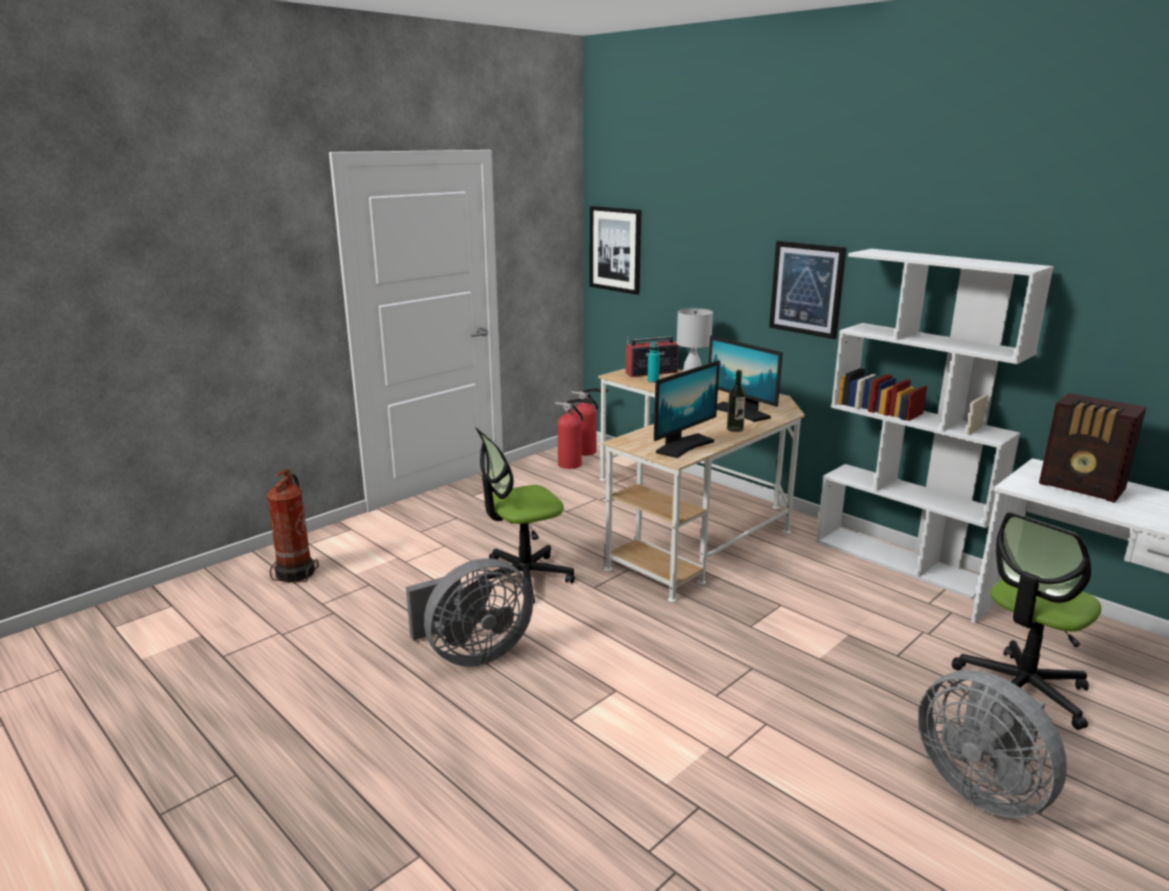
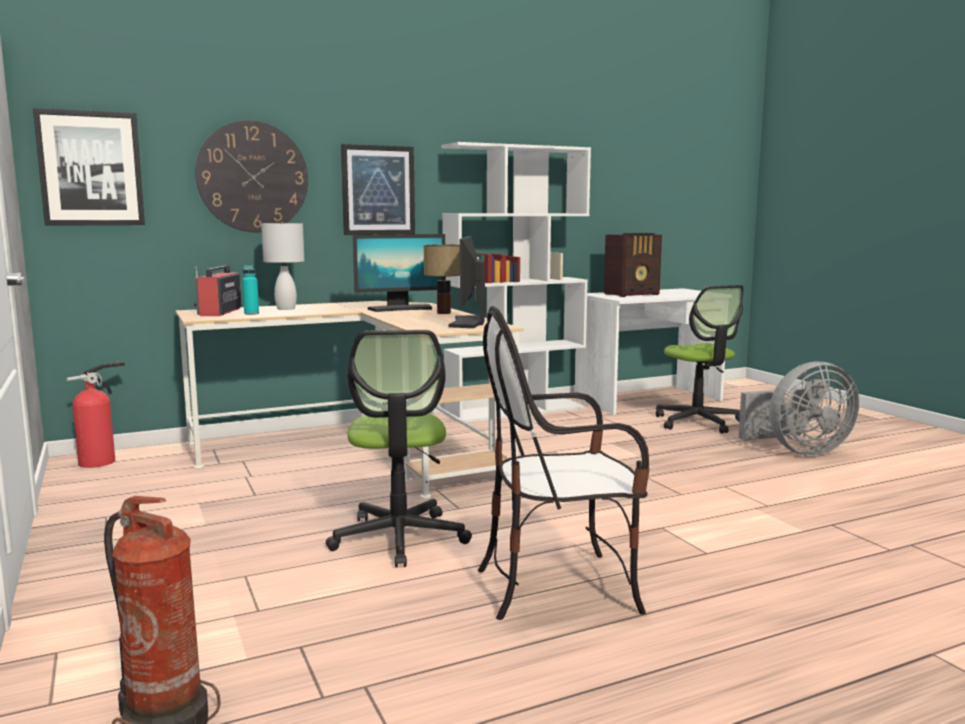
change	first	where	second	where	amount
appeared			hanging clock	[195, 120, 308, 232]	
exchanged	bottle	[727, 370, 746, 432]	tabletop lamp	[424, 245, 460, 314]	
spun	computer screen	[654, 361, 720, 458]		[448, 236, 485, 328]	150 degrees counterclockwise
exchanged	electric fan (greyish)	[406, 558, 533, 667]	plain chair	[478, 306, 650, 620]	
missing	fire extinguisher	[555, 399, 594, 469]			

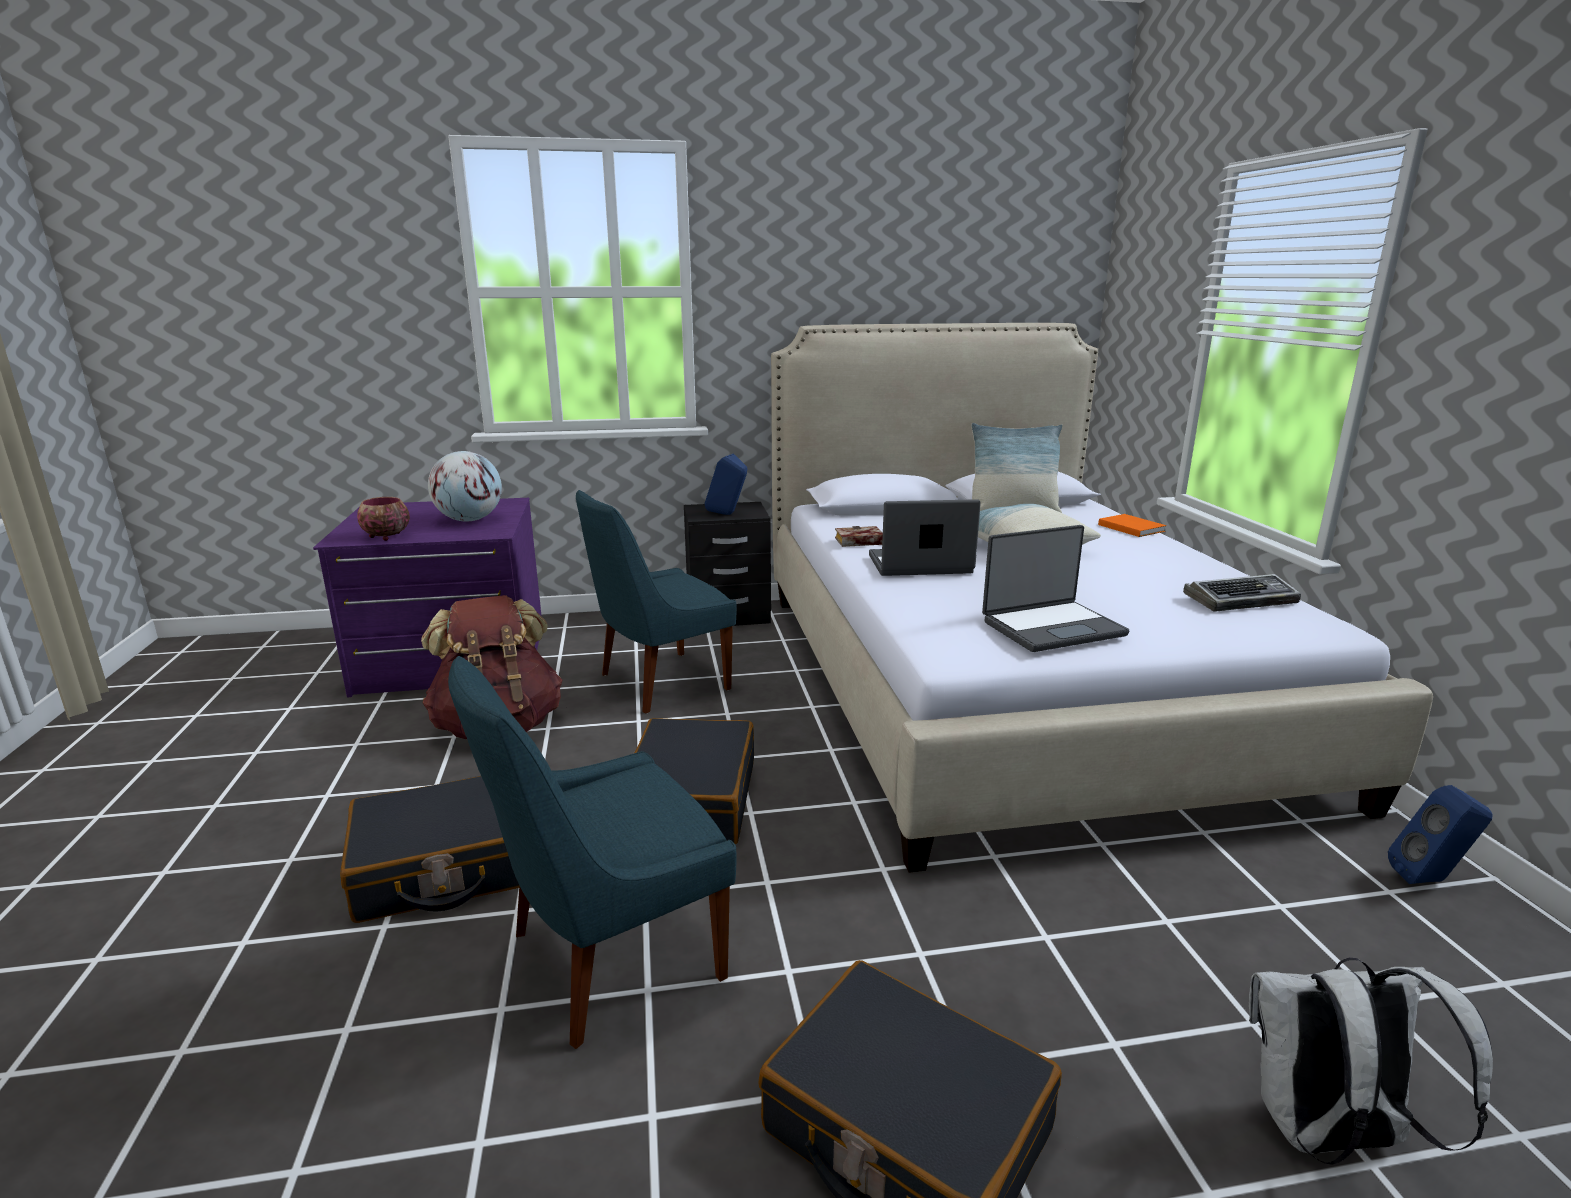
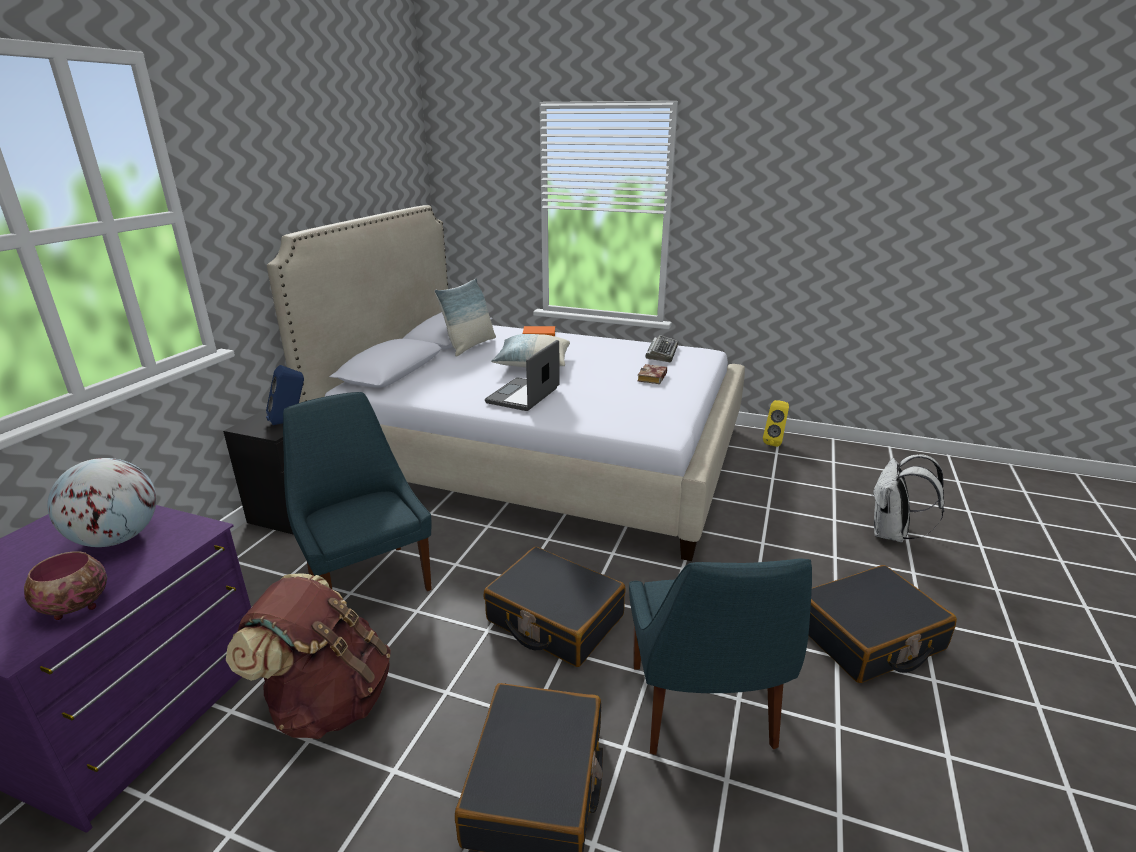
change	first	where	second	where	amount
spun	plain chair (blue-coloured)	[576, 490, 737, 714]		[283, 392, 432, 591]	150 degrees clockwise
relocated	volume	[835, 526, 883, 547]		[637, 364, 667, 384]	
colour	loudspeaker (blue-coloured)	[1388, 785, 1493, 884]	loudspeaker (yellow)	[763, 400, 789, 447]	
missing	laptop	[982, 525, 1130, 652]			

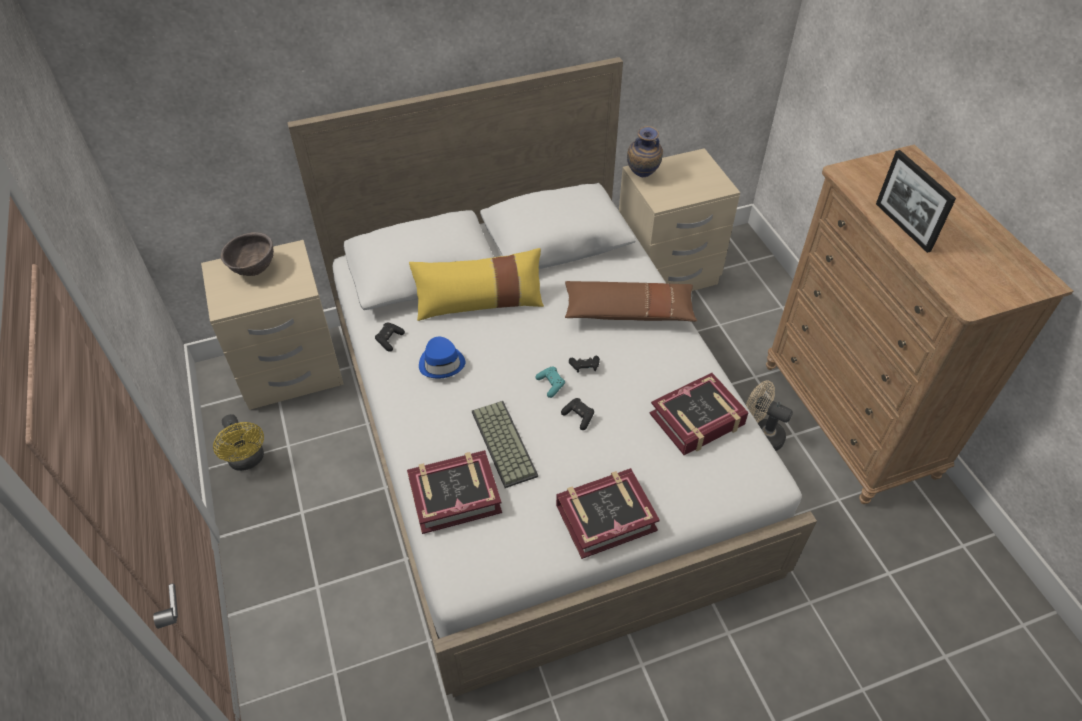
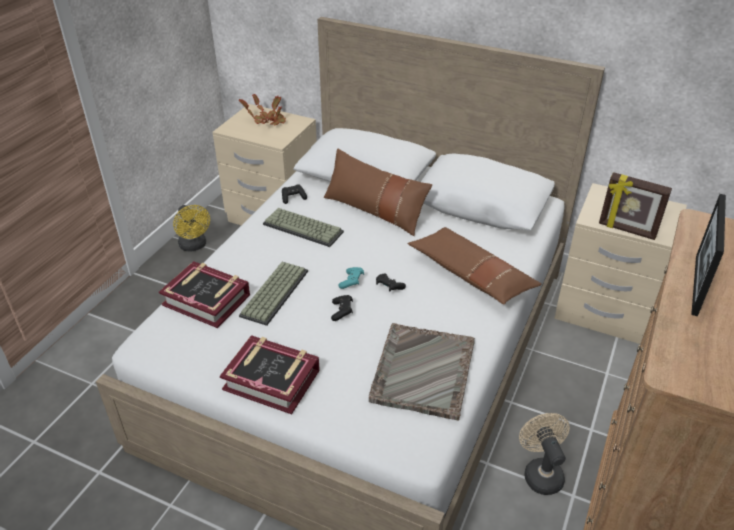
change	first	where	second	where	amount
spun	electric fan (yellow)	[213, 414, 264, 471]		[173, 205, 210, 251]	45 degrees counterclockwise
exchanged	bowl (brown-coloured)	[221, 232, 274, 276]	houseplant	[239, 94, 286, 126]	
exchanged	hat (blue-coloured)	[419, 337, 465, 379]	computer keyboard	[263, 208, 344, 247]	
colour	throw pillow (yellow)	[409, 248, 544, 321]	throw pillow (brown-coloured)	[324, 149, 432, 236]	
exchanged	volume	[649, 373, 749, 455]	serving tray (greyish)	[369, 323, 475, 420]	
appeared			photo frame	[599, 172, 672, 240]	
missing	flower vase	[627, 126, 663, 177]			

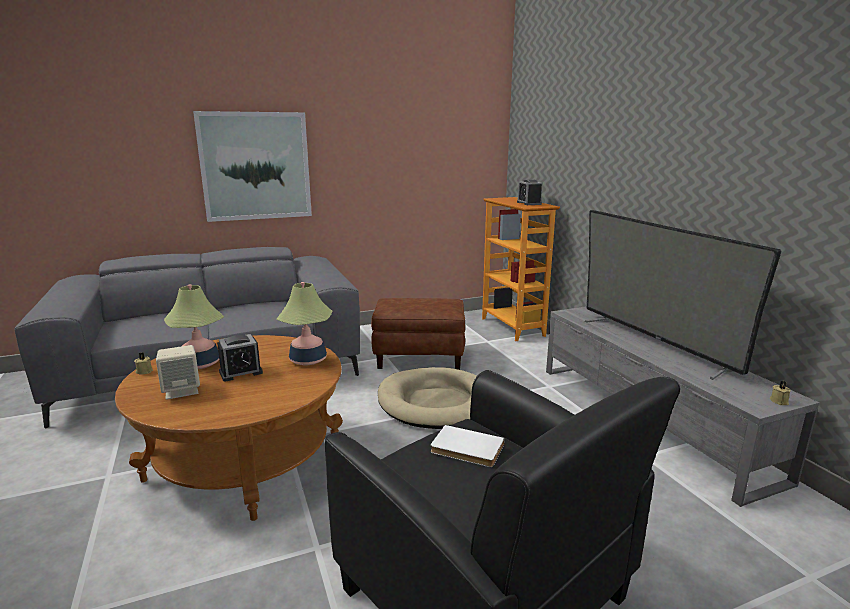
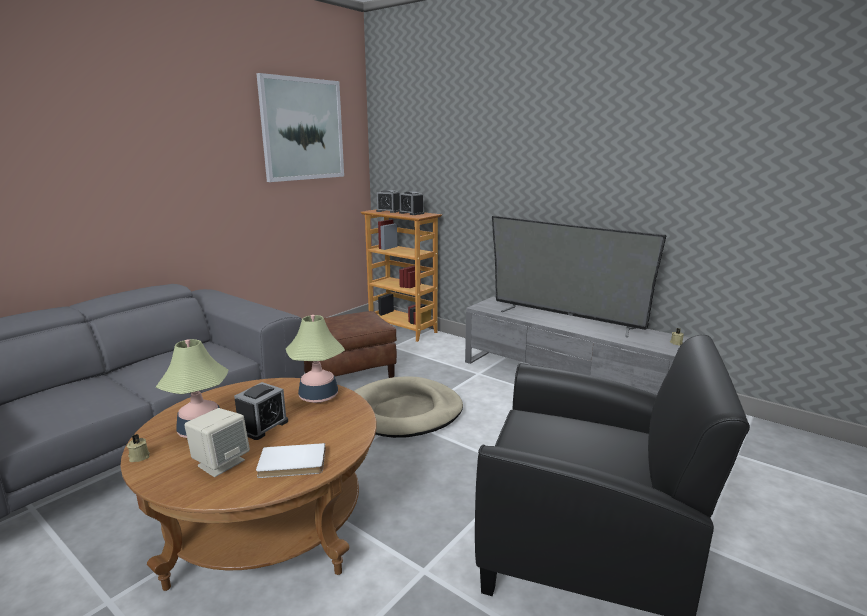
change	first	where	second	where	amount
relocated	picture	[193, 111, 312, 222]		[256, 73, 344, 182]	
relocated	volume (white-coloured)	[431, 425, 505, 467]		[256, 443, 326, 478]	
appeared			table clock	[376, 190, 400, 213]	

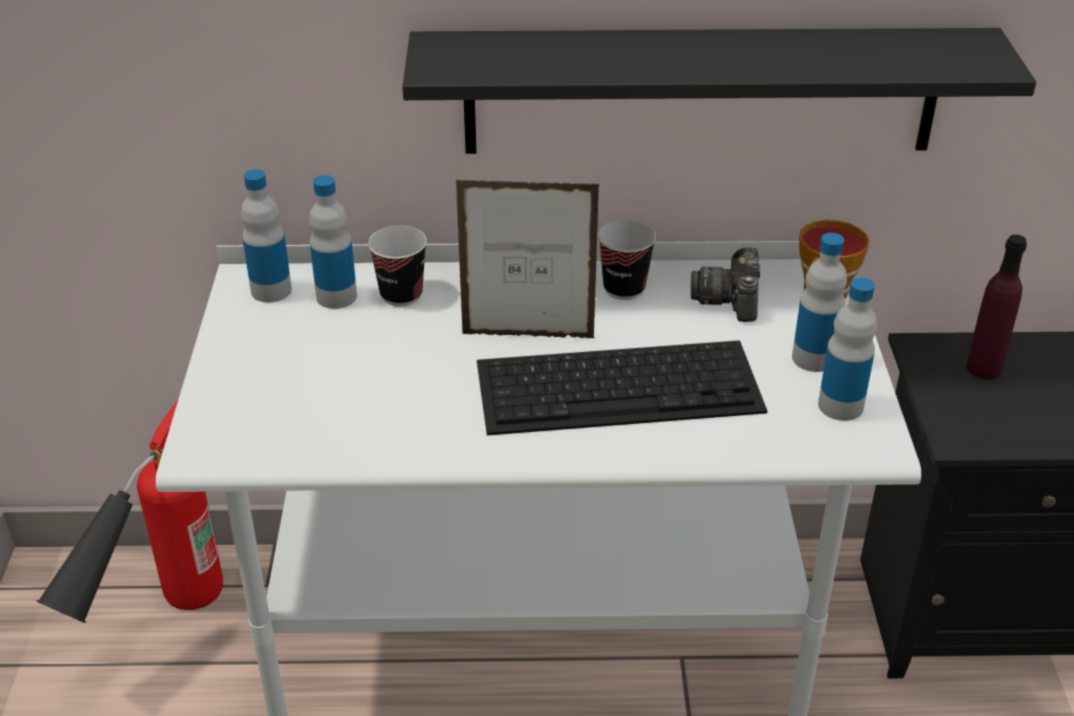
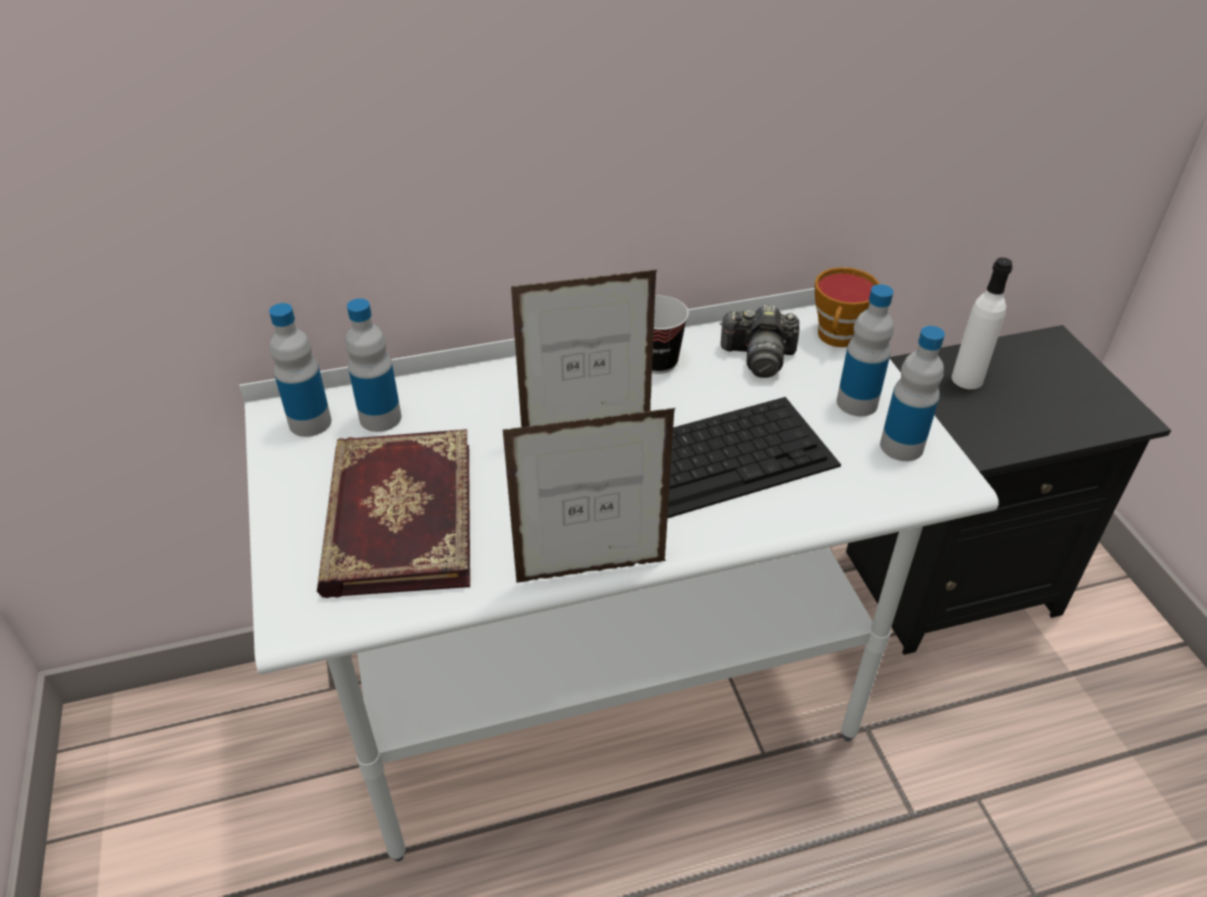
change	first	where	second	where	amount
appeared			volume	[317, 429, 470, 598]	
appeared			photo frame	[503, 408, 675, 583]	
spun	photo camera	[691, 248, 760, 322]		[720, 305, 799, 378]	75 degrees counterclockwise
colour	bottle (purple)	[966, 235, 1027, 380]	bottle (white-coloured)	[952, 257, 1013, 389]	
missing	fire extinguisher	[37, 398, 223, 623]			
missing	drinking cup	[368, 226, 427, 306]			
missing	shelf (black)	[402, 28, 1036, 154]			

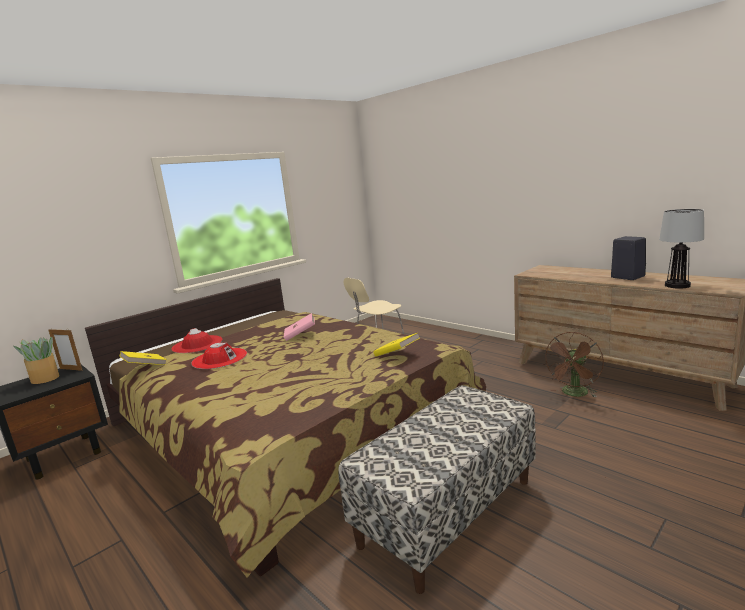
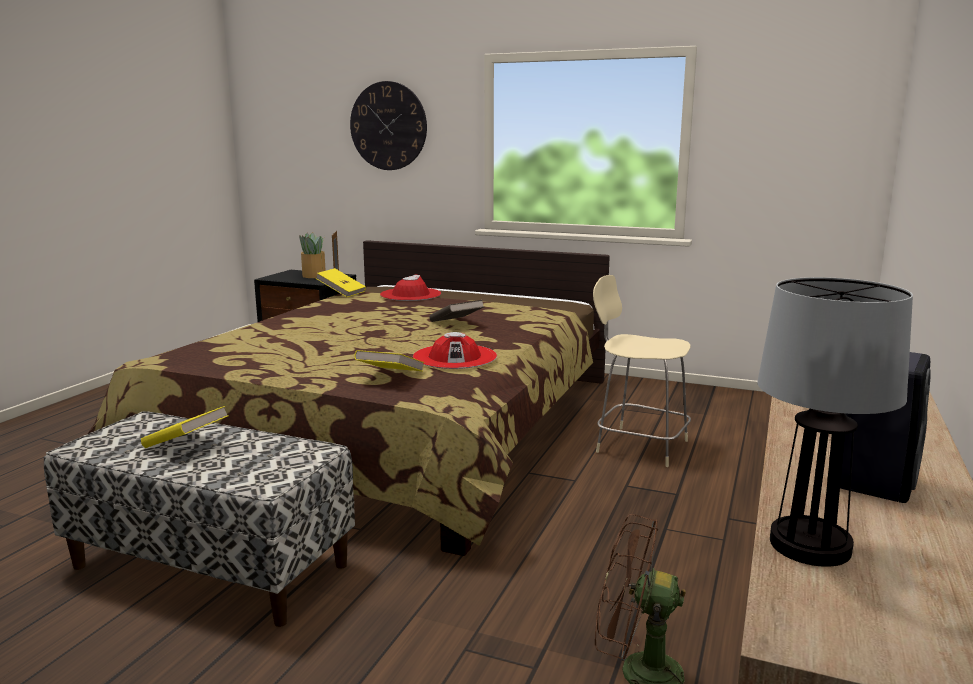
change	first	where	second	where	amount
appeared			volume (yellow)	[141, 406, 229, 448]	
appeared			hanging clock	[350, 81, 427, 170]	
relocated	hat (red)	[191, 343, 247, 369]		[413, 332, 497, 369]	
colour	volume (pinkish)	[284, 313, 315, 341]	volume (brown-coloured)	[429, 300, 484, 322]	

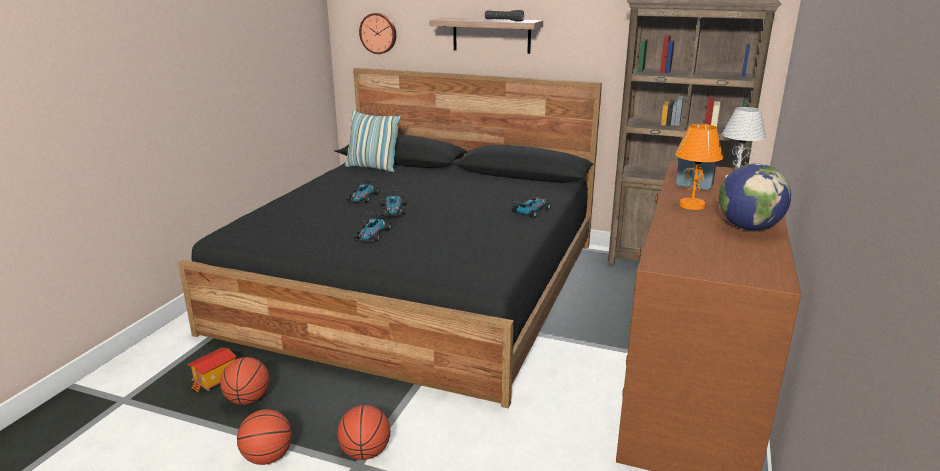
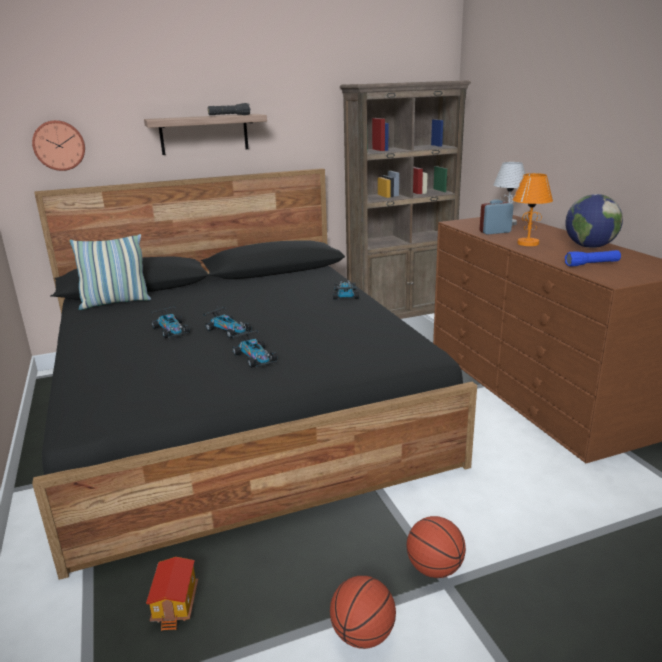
change	first	where	second	where	amount
appeared			hand torch (blue-coloured)	[565, 250, 621, 267]	
missing	basketball ball	[220, 357, 269, 405]			

